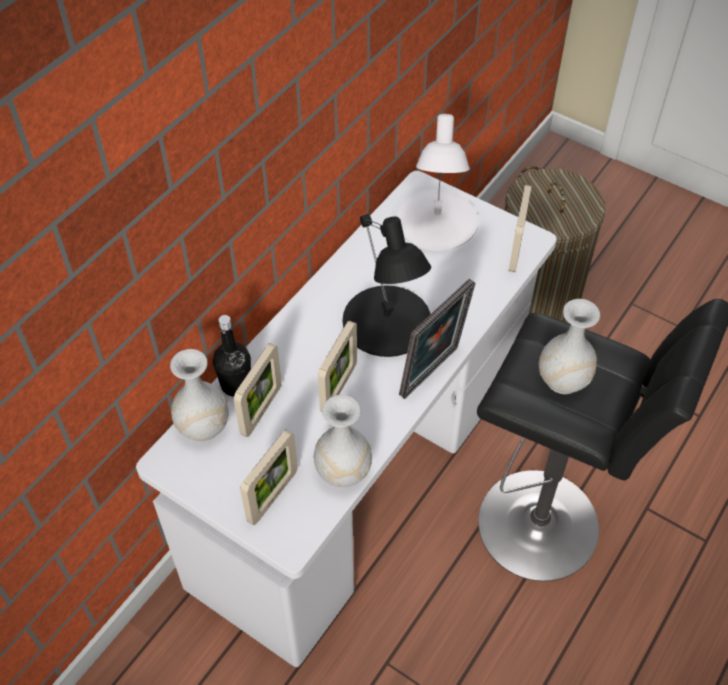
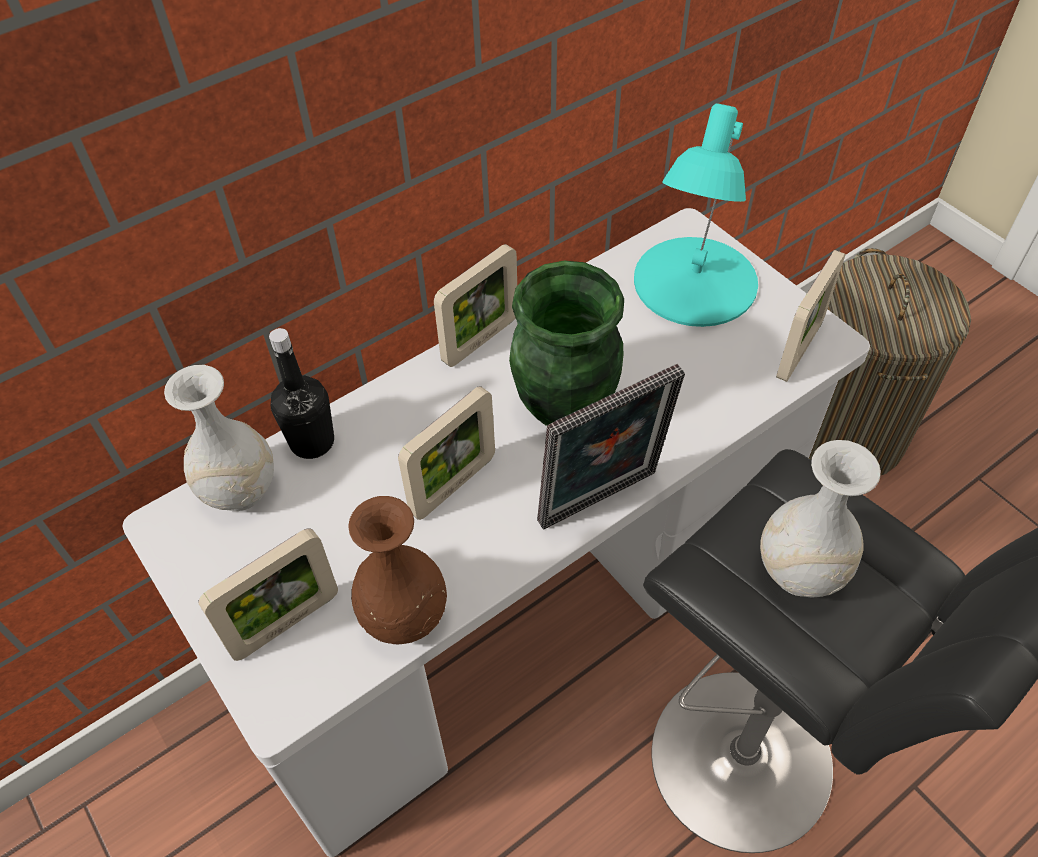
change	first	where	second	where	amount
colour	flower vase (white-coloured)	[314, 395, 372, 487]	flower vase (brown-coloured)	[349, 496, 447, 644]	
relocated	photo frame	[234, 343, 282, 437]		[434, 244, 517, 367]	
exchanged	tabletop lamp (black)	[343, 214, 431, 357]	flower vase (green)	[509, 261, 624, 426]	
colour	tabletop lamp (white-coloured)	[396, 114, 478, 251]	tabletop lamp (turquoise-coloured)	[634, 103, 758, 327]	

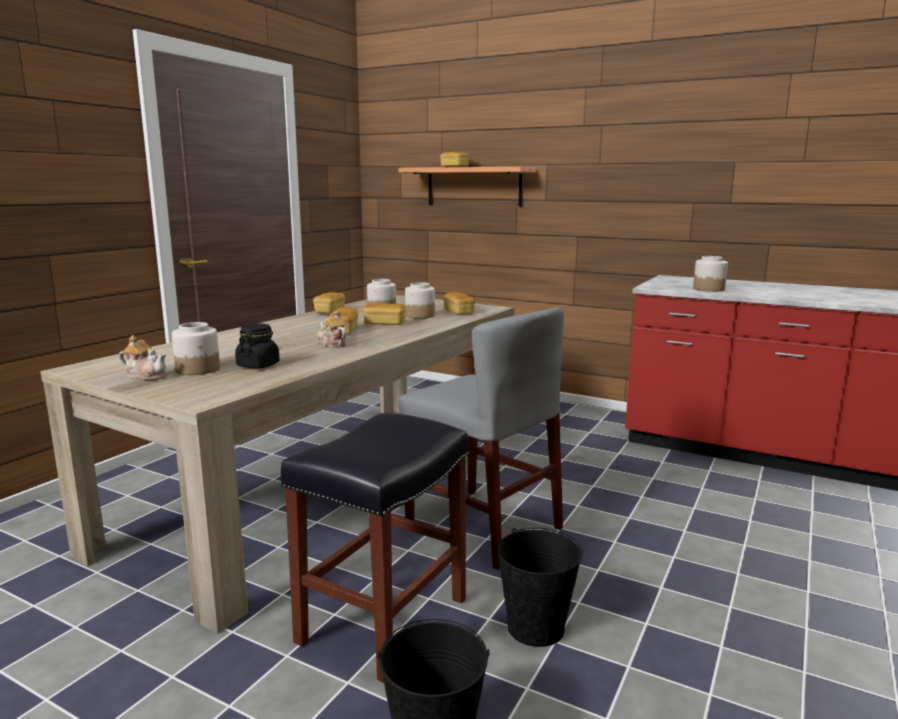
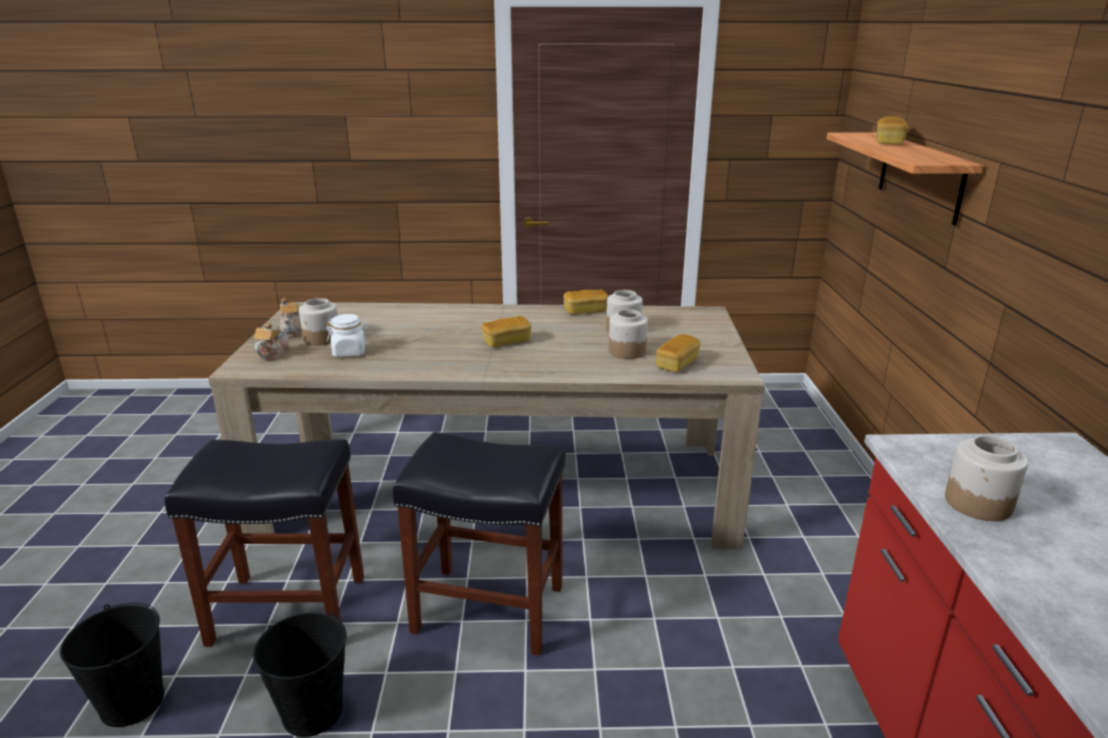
change	first	where	second	where	amount
relocated	teapot	[318, 310, 347, 348]		[254, 322, 290, 361]	
colour	preserve jar (black)	[235, 324, 280, 368]	preserve jar (white-coloured)	[326, 314, 368, 357]	
exchanged	plain chair (greyish)	[399, 307, 564, 570]	sitting stool (black)	[393, 432, 566, 656]	
missing	bakery bread	[363, 303, 406, 325]			

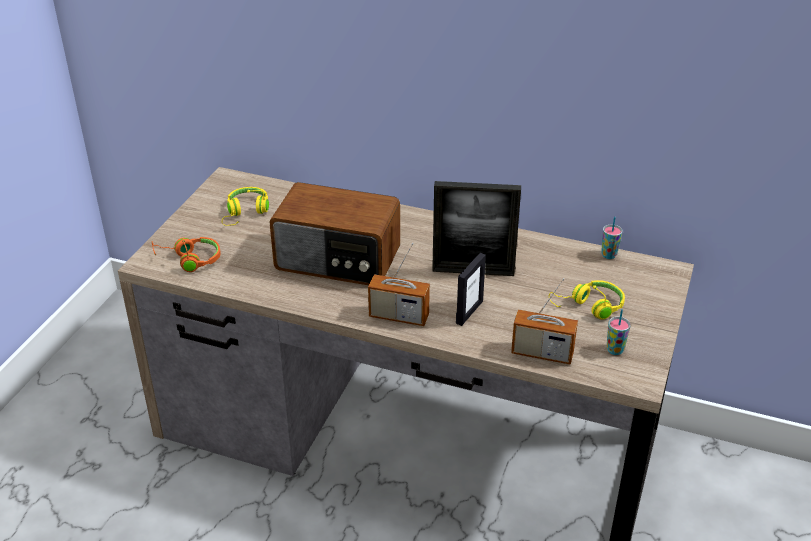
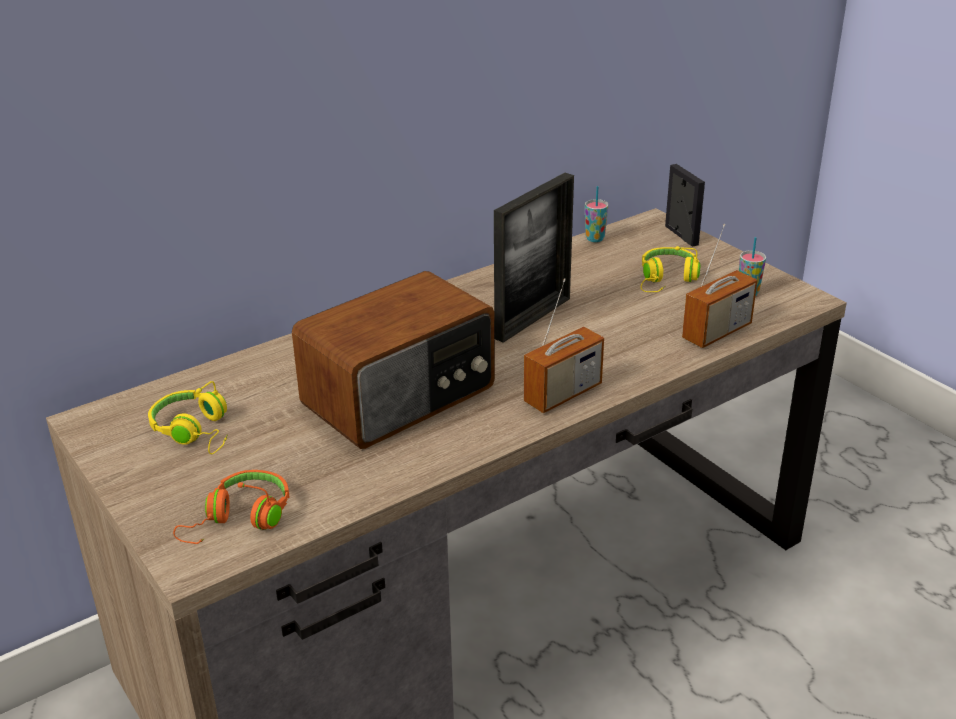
change	first	where	second	where	amount
relocated	photo frame	[456, 253, 486, 326]		[665, 164, 705, 247]	

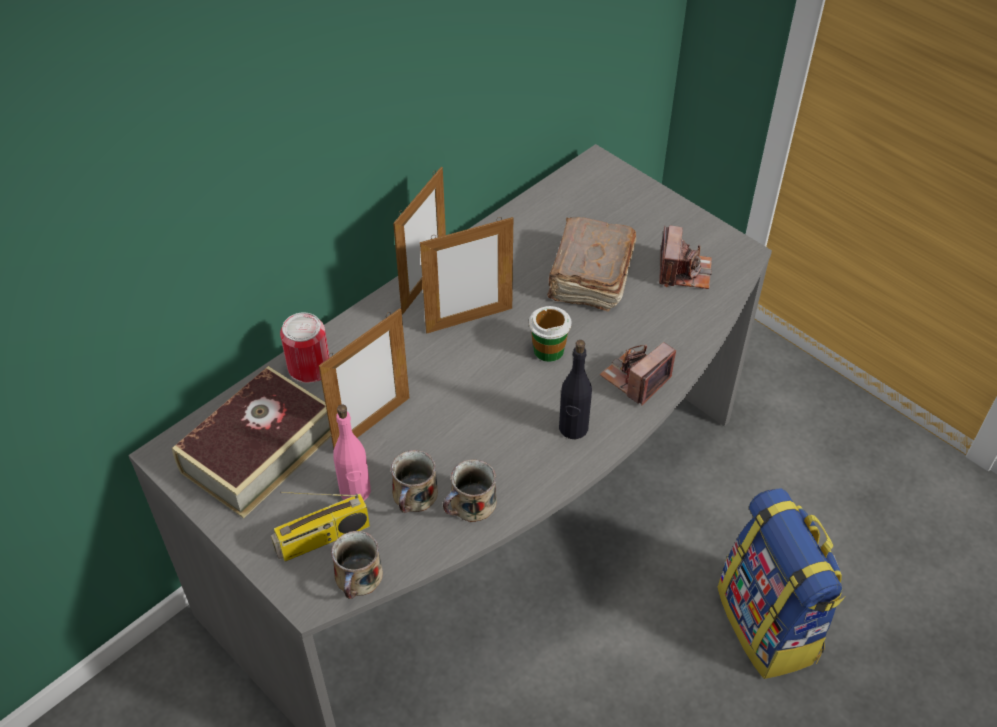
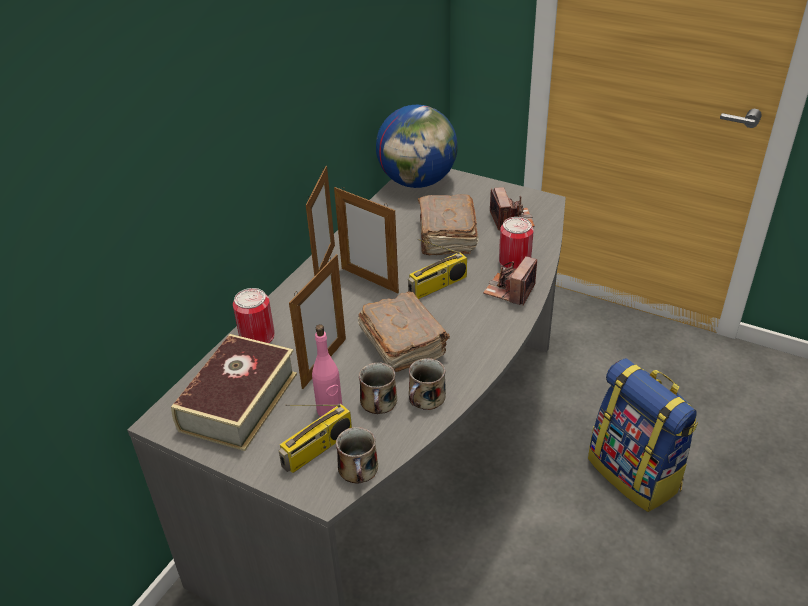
change	first	where	second	where	amount
spun	photo frame	[420, 217, 513, 333]		[334, 187, 399, 293]	75 degrees clockwise
appeared			volume (brown-coloured)	[357, 291, 450, 372]	
appeared			globe	[376, 105, 458, 188]	
exchanged	drinking cup	[529, 306, 572, 362]	radio receiver	[408, 239, 467, 299]	
appeared			sealed can	[499, 217, 534, 269]	
missing	bottle (black)	[559, 340, 592, 440]			

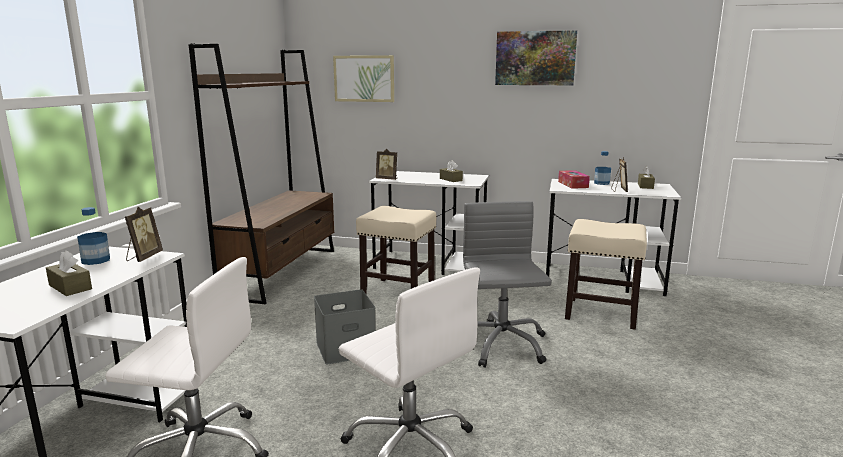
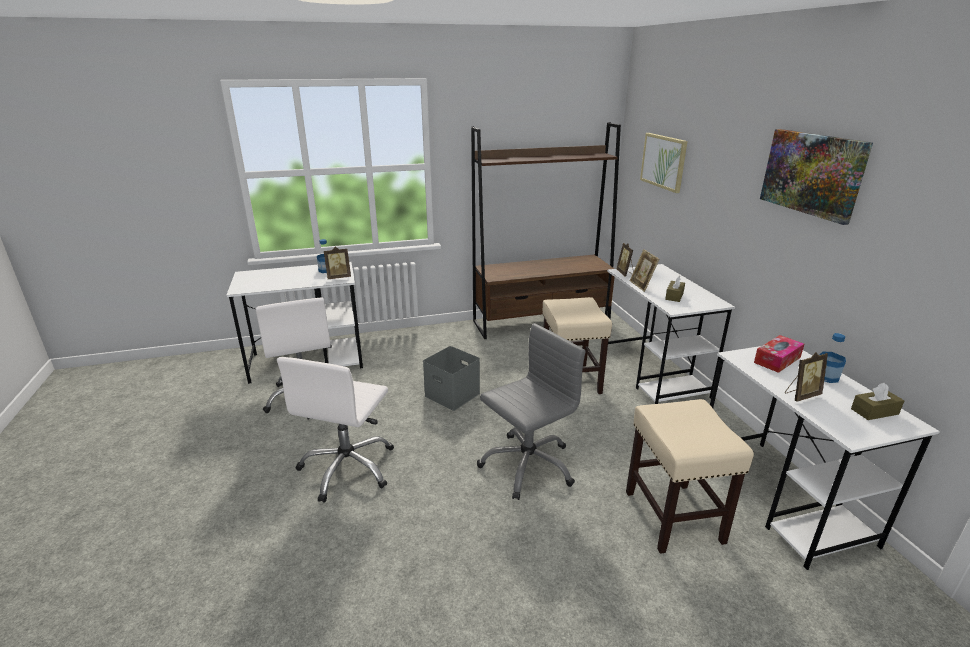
change	first	where	second	where	amount
appeared			photo frame	[630, 249, 659, 292]	
missing	tissue box (brown-coloured)	[46, 251, 92, 296]			

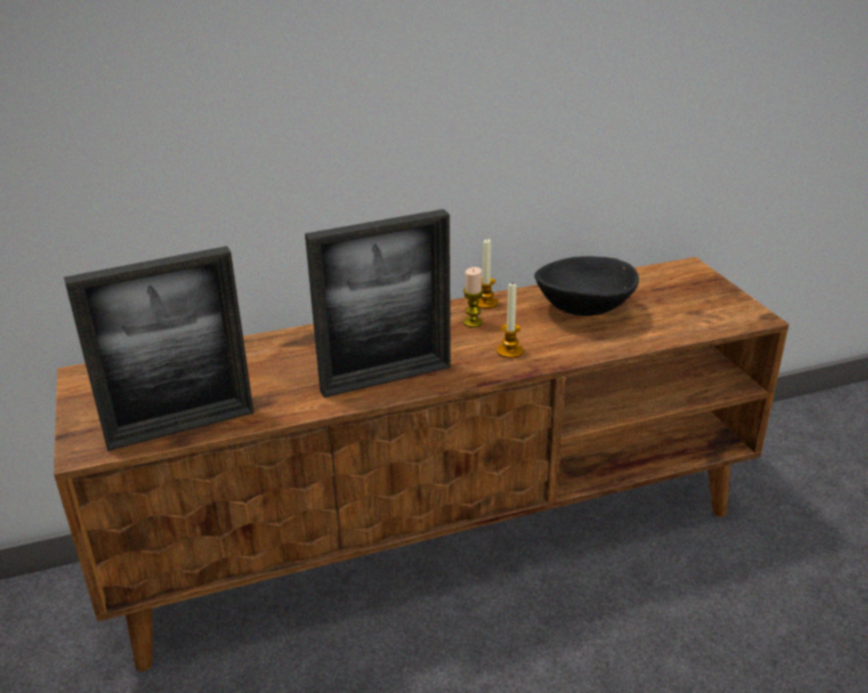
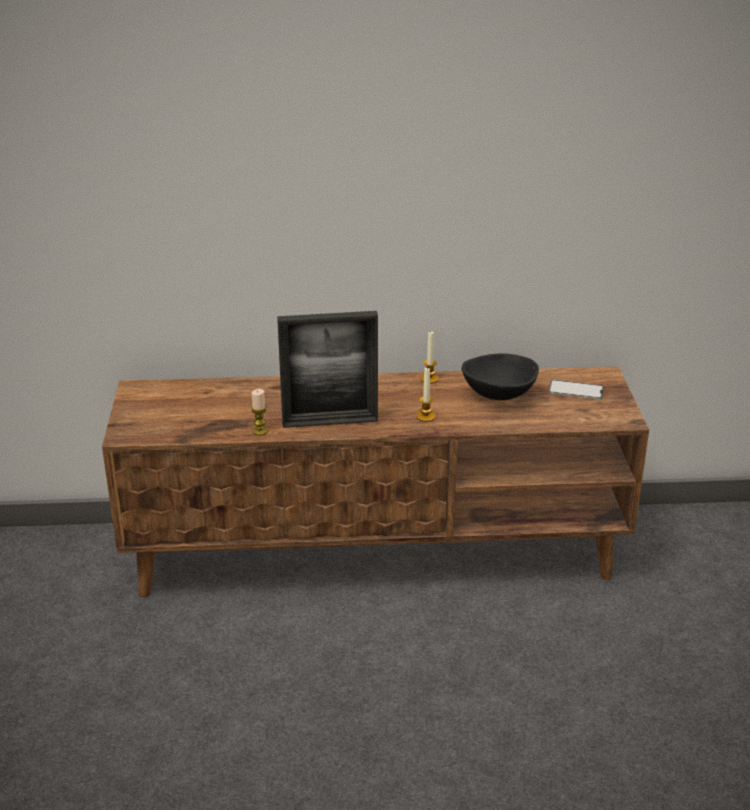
change	first	where	second	where	amount
relocated	wax candle	[463, 267, 483, 328]		[251, 389, 268, 436]	
appeared			phone	[548, 380, 604, 400]	
missing	photo frame	[64, 246, 254, 451]			

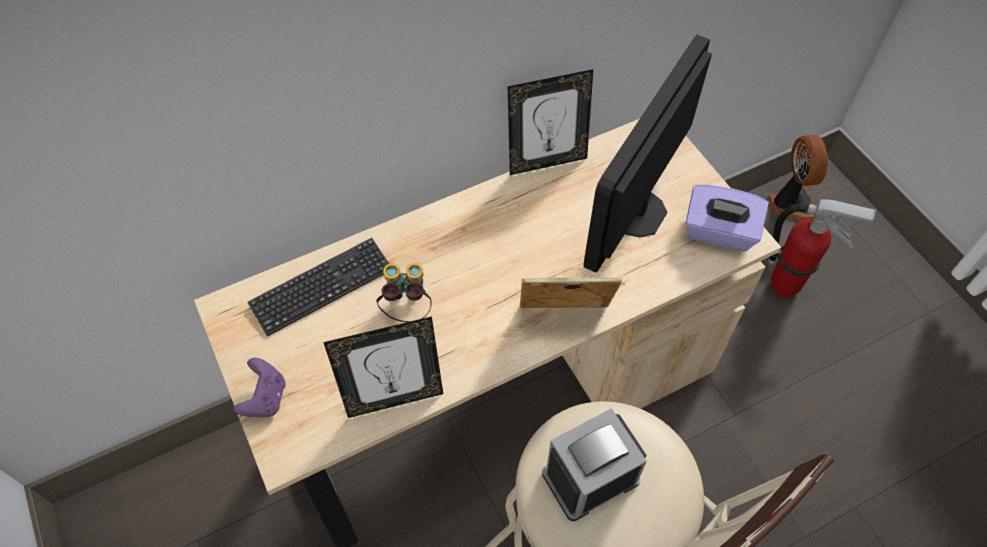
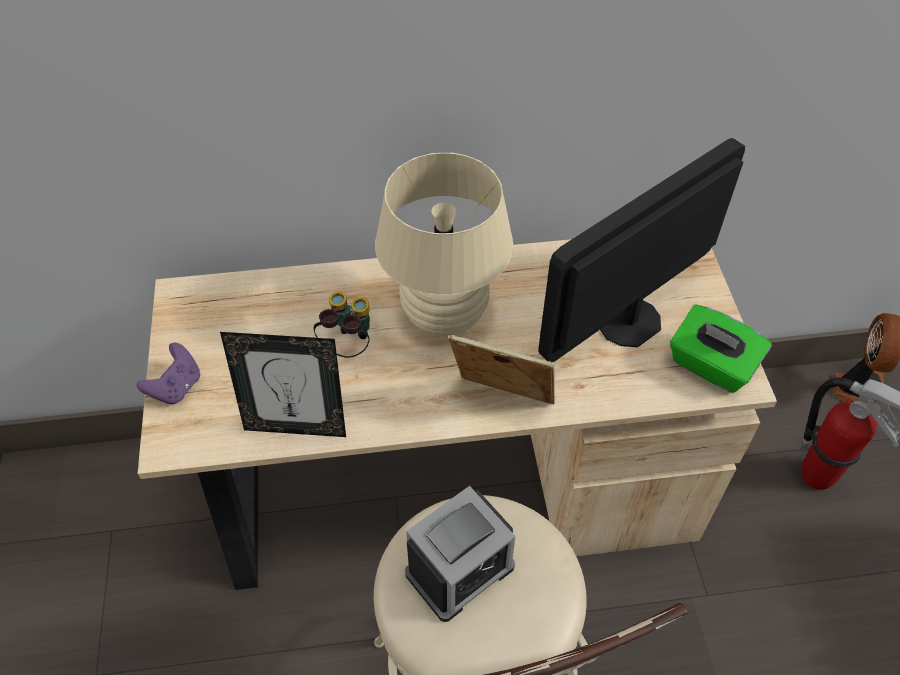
change	first	where	second	where	amount
appeared			tabletop lamp (beige-coloured)	[375, 153, 513, 336]	
spun	table clock	[542, 408, 647, 521]		[405, 486, 516, 622]	150 degrees clockwise
colour	tissue box (purple)	[686, 185, 769, 251]	tissue box (green)	[670, 305, 772, 393]	
missing	computer keyboard	[247, 238, 389, 337]			
missing	photo frame	[508, 69, 593, 175]			

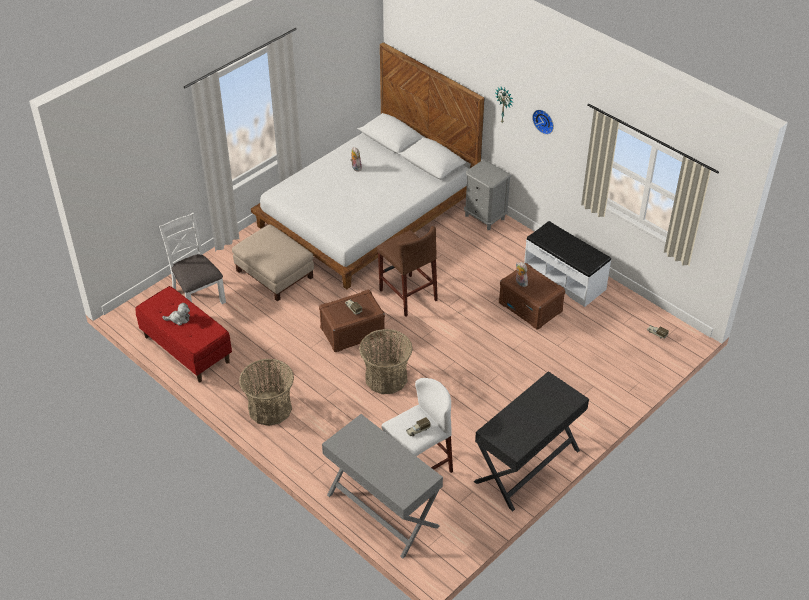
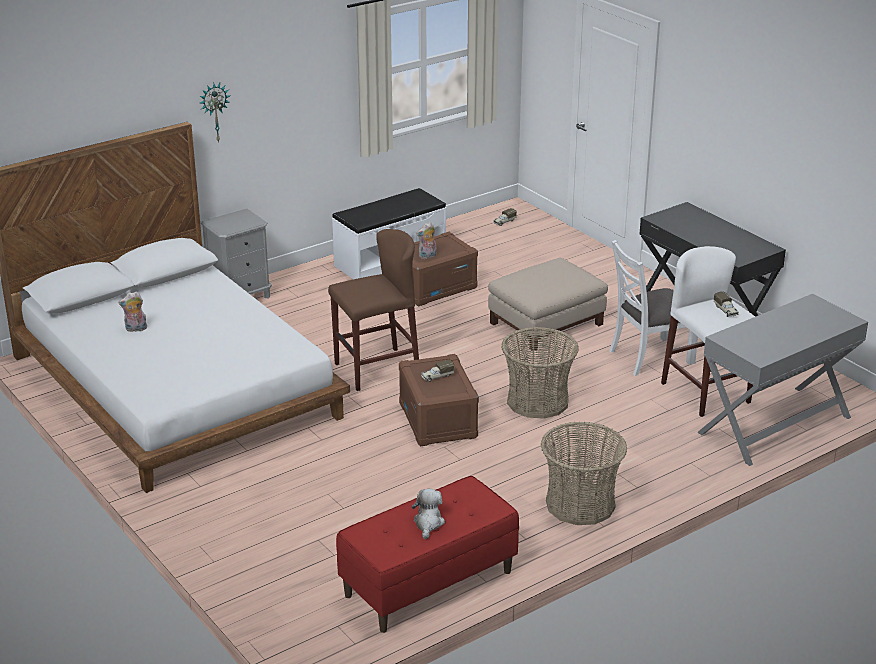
change	first	where	second	where	amount
relocated	footrest (beige-coloured)	[232, 225, 314, 302]		[488, 258, 608, 350]	
relocated	plain chair (white-coloured)	[159, 213, 226, 304]		[609, 240, 698, 376]	
missing	hanging clock	[532, 109, 554, 135]			

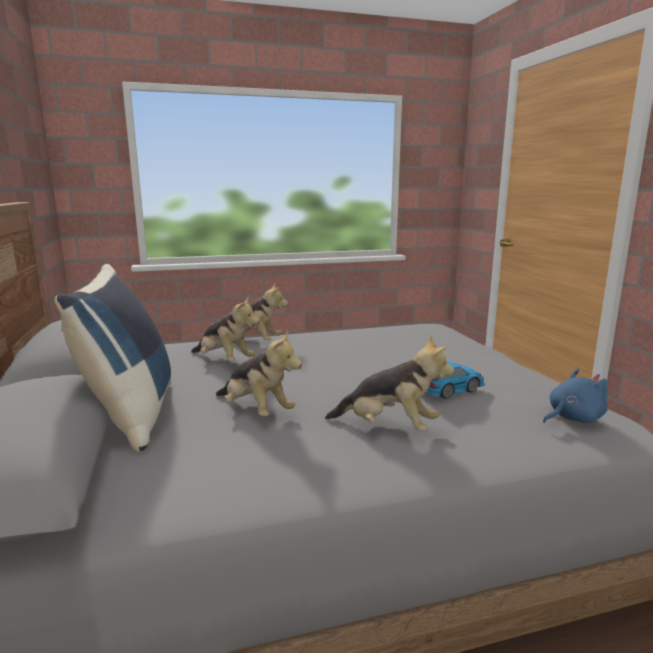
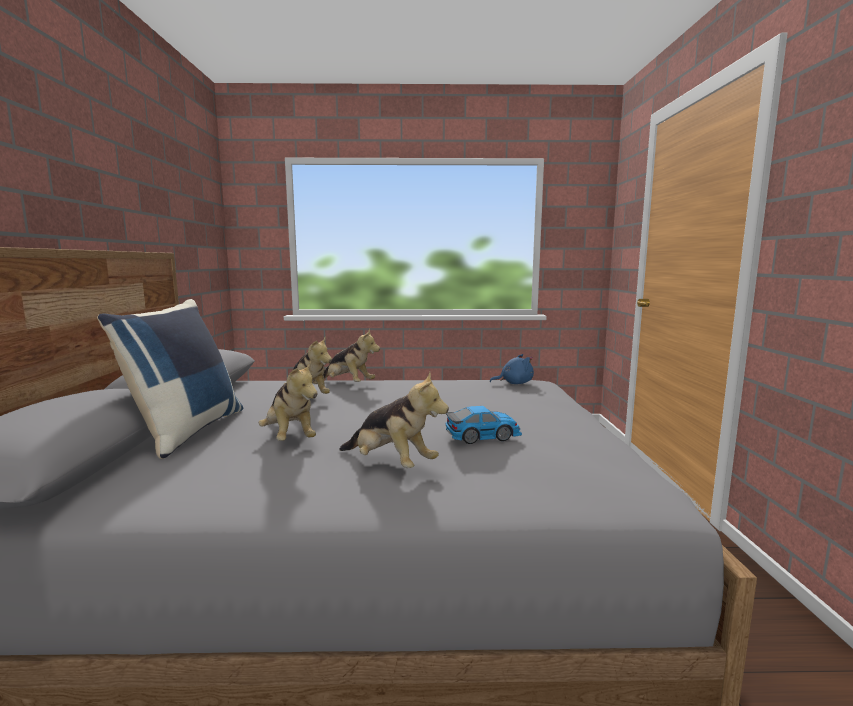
change	first	where	second	where	amount
relocated	cuddly toy (blue-coloured)	[543, 369, 608, 423]		[490, 354, 534, 384]	

